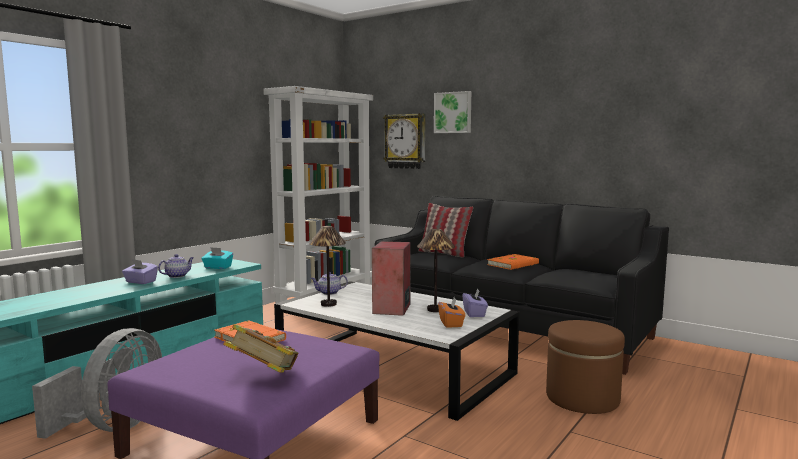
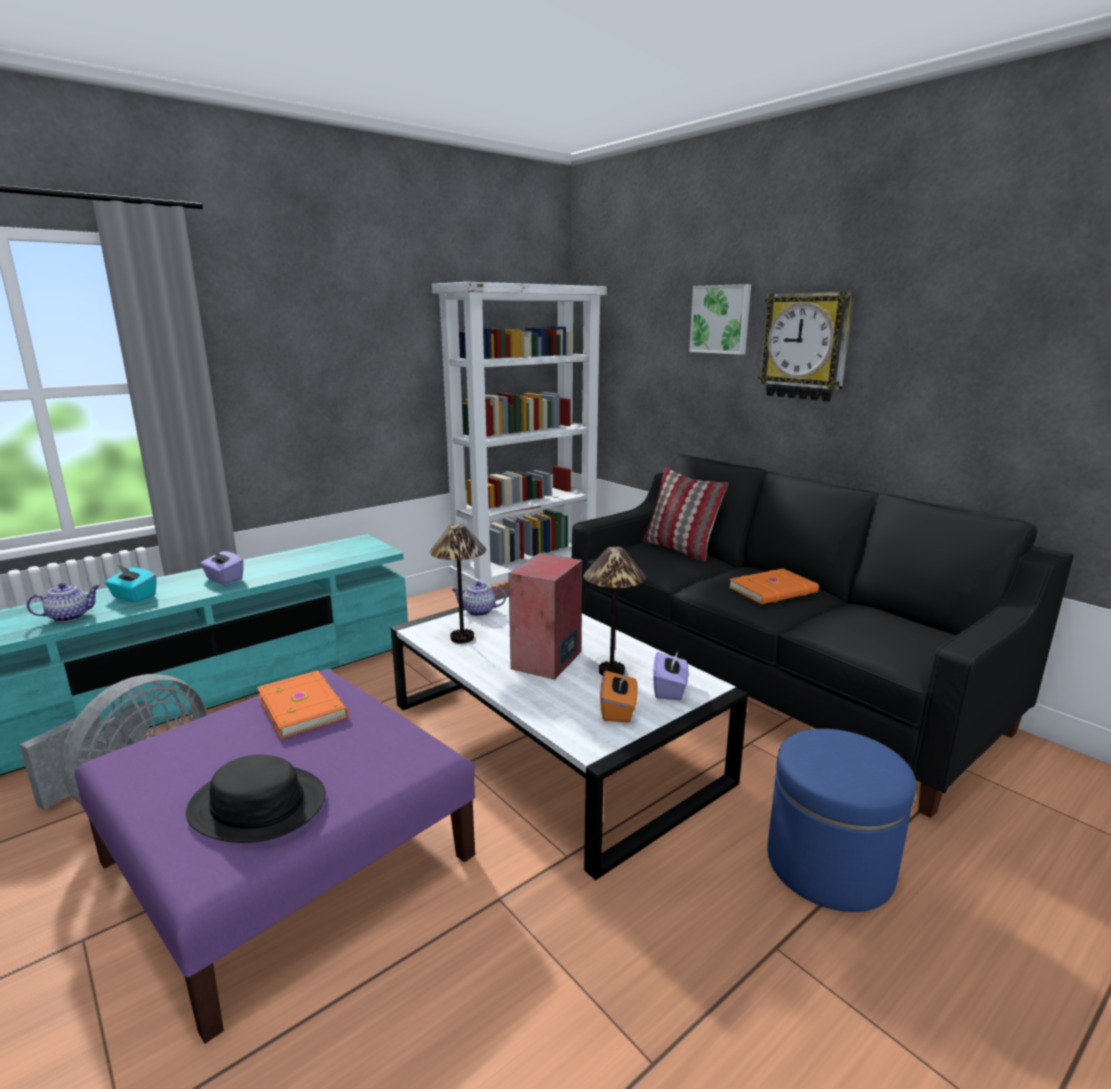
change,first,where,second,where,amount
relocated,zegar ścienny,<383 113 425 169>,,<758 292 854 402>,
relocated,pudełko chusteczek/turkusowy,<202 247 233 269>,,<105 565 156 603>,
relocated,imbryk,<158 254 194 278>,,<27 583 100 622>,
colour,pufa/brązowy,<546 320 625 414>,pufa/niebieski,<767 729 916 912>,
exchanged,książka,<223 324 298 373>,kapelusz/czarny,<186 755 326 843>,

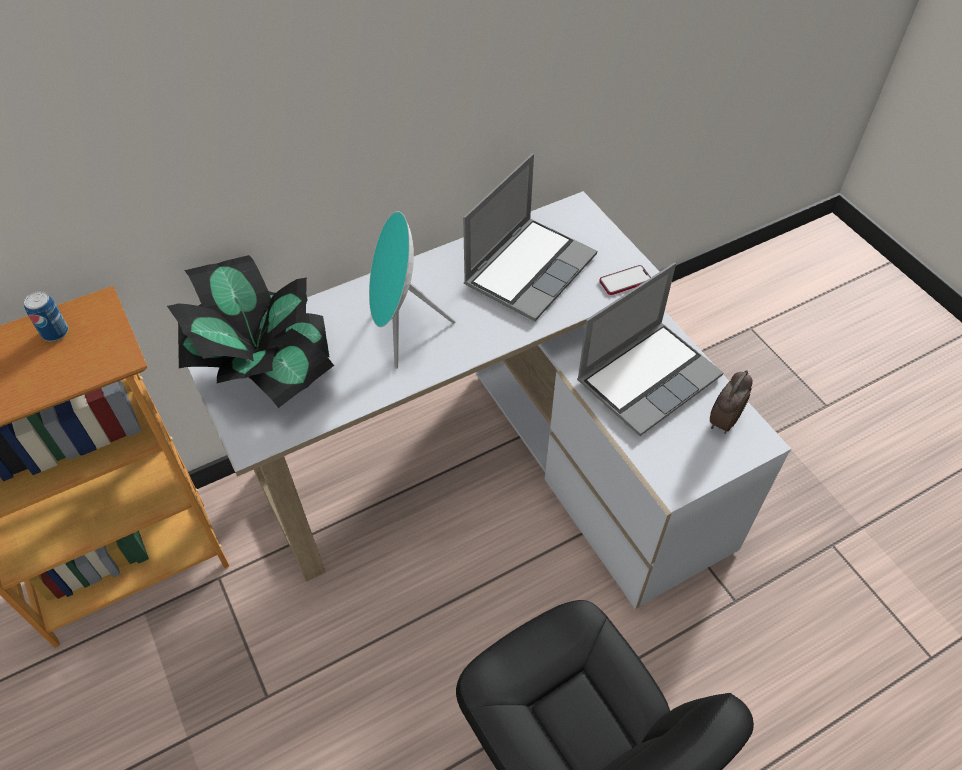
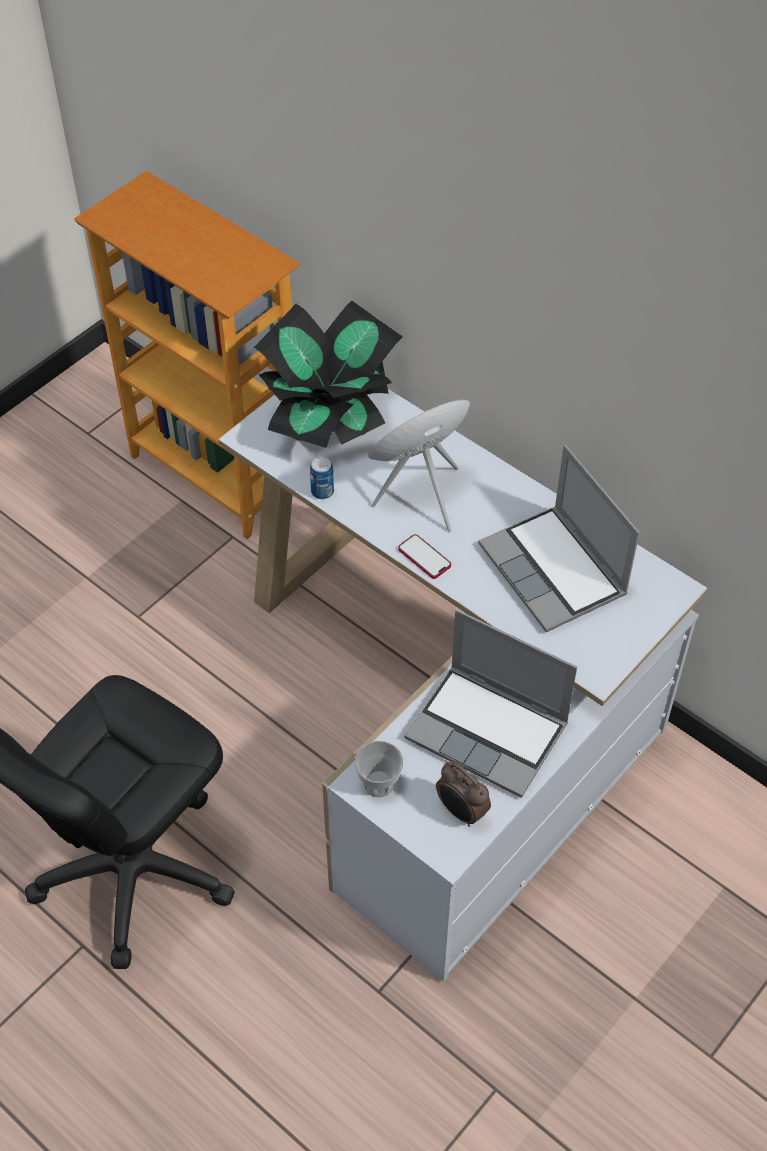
change,first,where,second,where,amount
spun,laptop,<463 153 597 321>,,<479 445 640 632>,45 degrees clockwise
relocated,telefon,<599 265 651 295>,,<398 534 451 579>,
relocated,puszka,<24 291 68 341>,,<310 457 334 499>,
spun,budzik,<710 370 753 434>,,<436 761 491 827>,150 degrees counterclockwise
appeared,,,filiżanka,<355 741 403 797>,

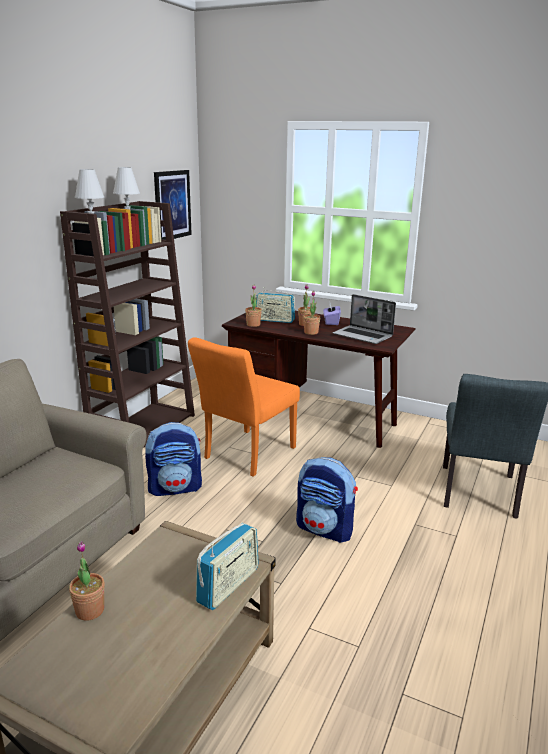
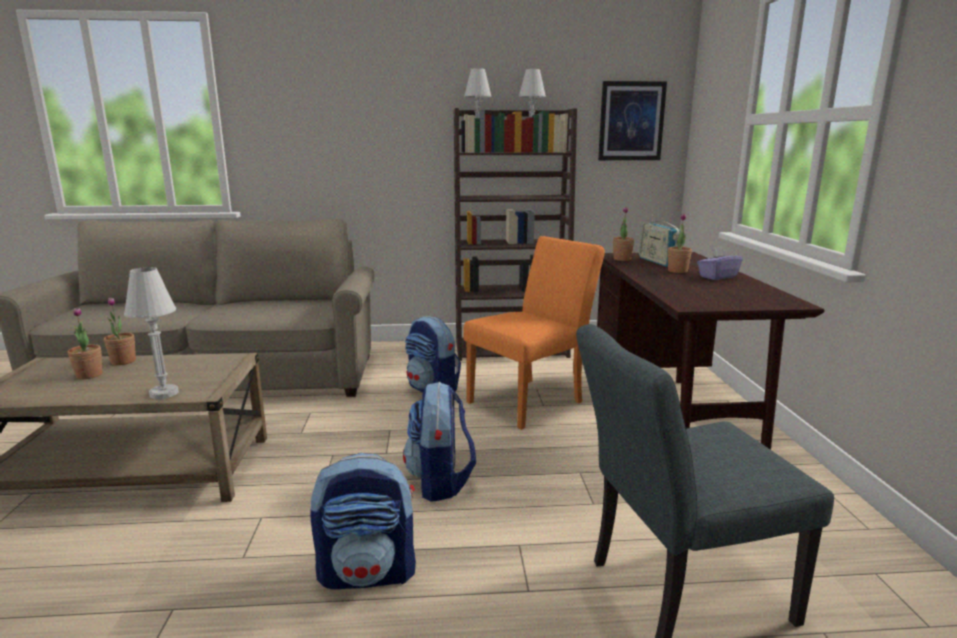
change,first,where,second,where,amount
relocated,roślina doniczkowa,<303 291 320 335>,,<68 307 103 379>,
missing,laptop,<333 294 396 344>,,,
spun,krzesło/pomarańczowy,<188 337 300 477>,,<463 236 605 430>,135 degrees clockwise
exchanged,radio,<196 523 259 610>,lampa stołowa/biały,<124 267 179 399>,
appeared,,,plecak,<310 453 416 589>,

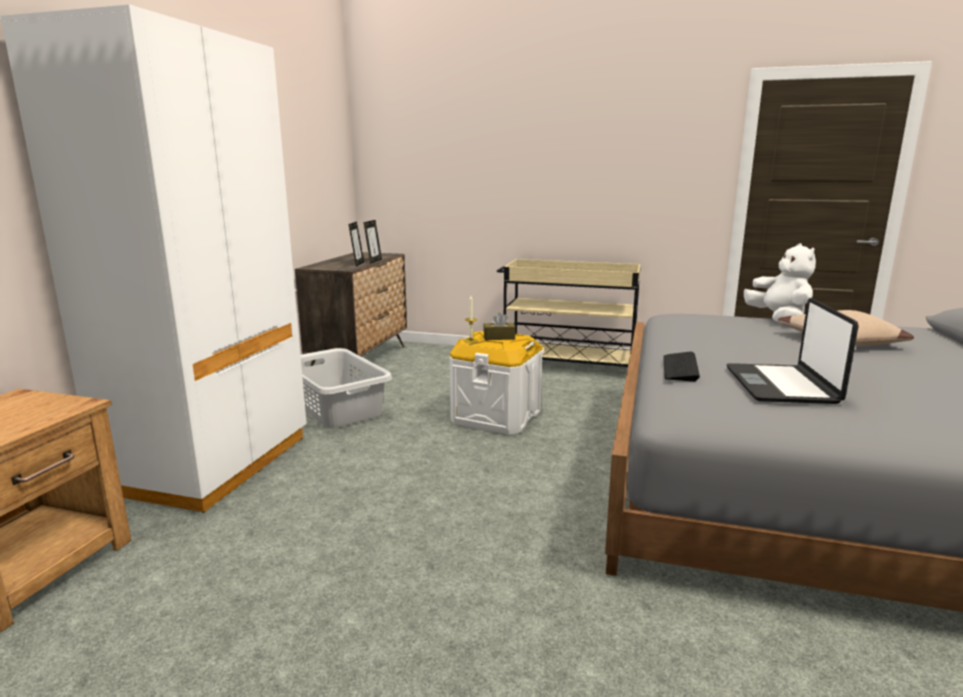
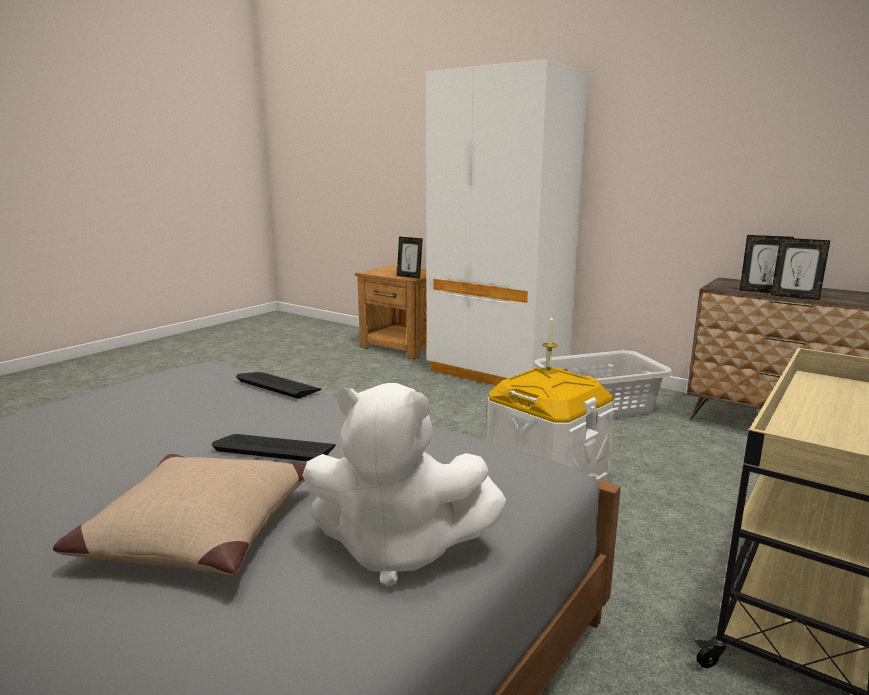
change,first,where,second,where,amount
missing,laptop,<727 298 859 404>,,,
missing,pudełko chusteczek/brązowy,<483 313 516 340>,,,
appeared,,,ramka na zdjęcie,<397 237 423 279>,
appeared,,,klawiatura,<212 434 336 461>,

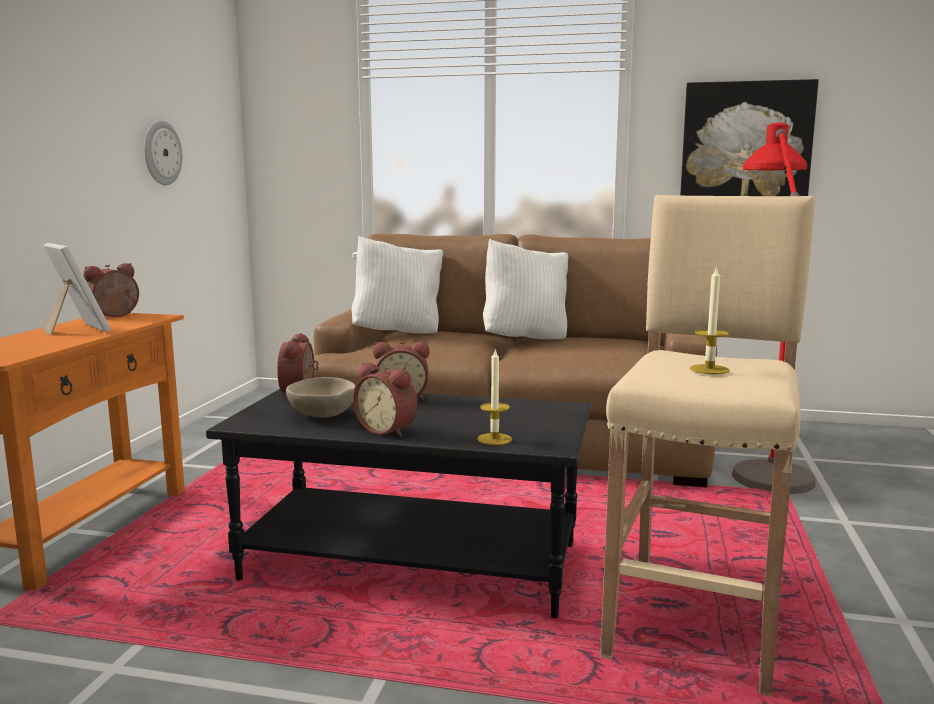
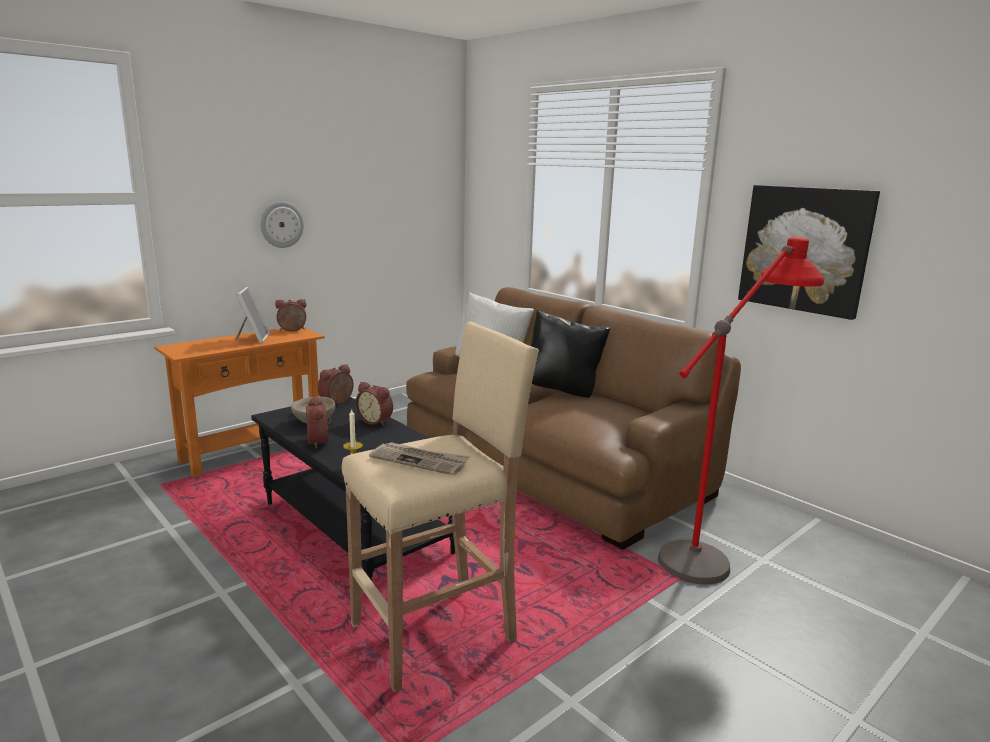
change,first,where,second,where,amount
relocated,zegar ścienny,<144 121 182 185>,,<260 201 304 248>,
colour,poduszka/biały,<483 239 568 339>,poduszka/czarny,<531 310 611 398>,
exchanged,świeca,<690 266 730 374>,gazeta,<369 442 470 475>,

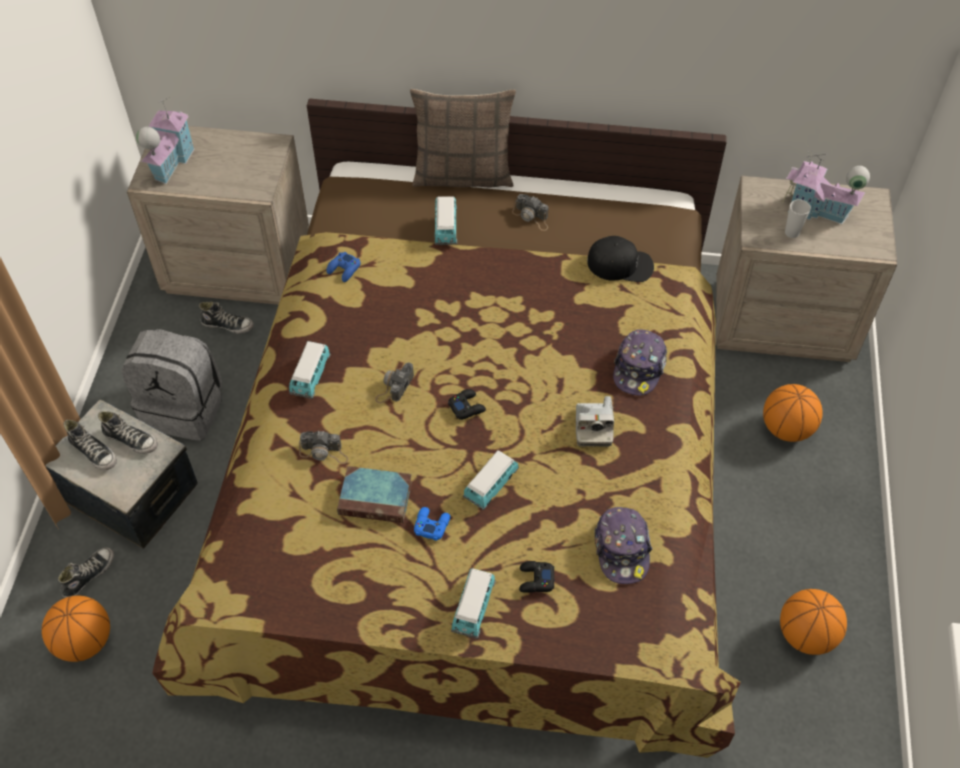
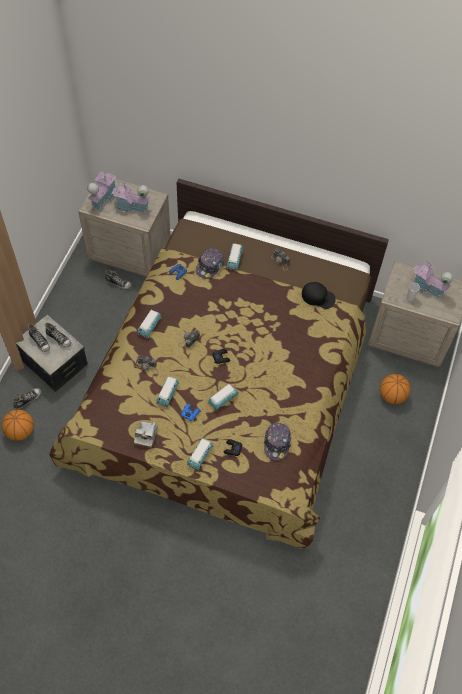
change,first,where,second,where,amount
missing,poduszka,<410 89 516 188>,,,
missing,plecak/szary,<122 329 222 441>,,,
relocated,czapka z daszkiem,<613 329 667 395>,,<196 248 224 279>,
relocated,aparat fotograficzny,<576 396 614 447>,,<134 421 158 448>,
exchanged,książka,<337 466 412 523>,samochodzik,<156 376 179 407>,
missing,piłka do koszykówki,<780 589 847 655>,,,
appeared,,,domek,<112 181 151 213>,

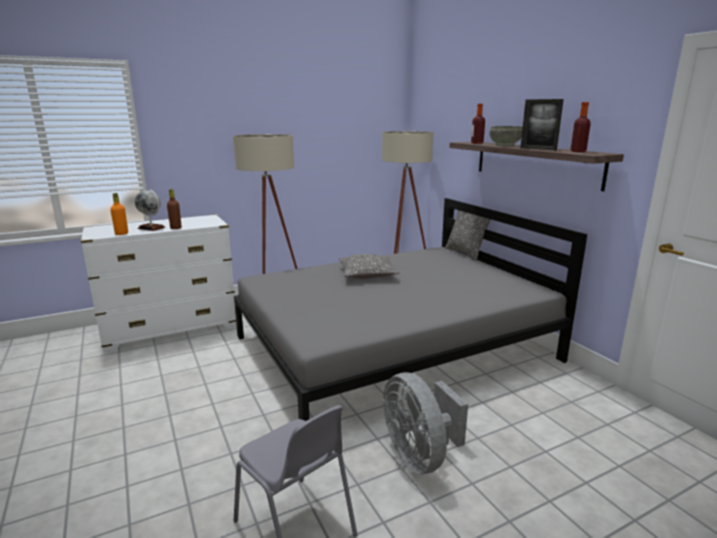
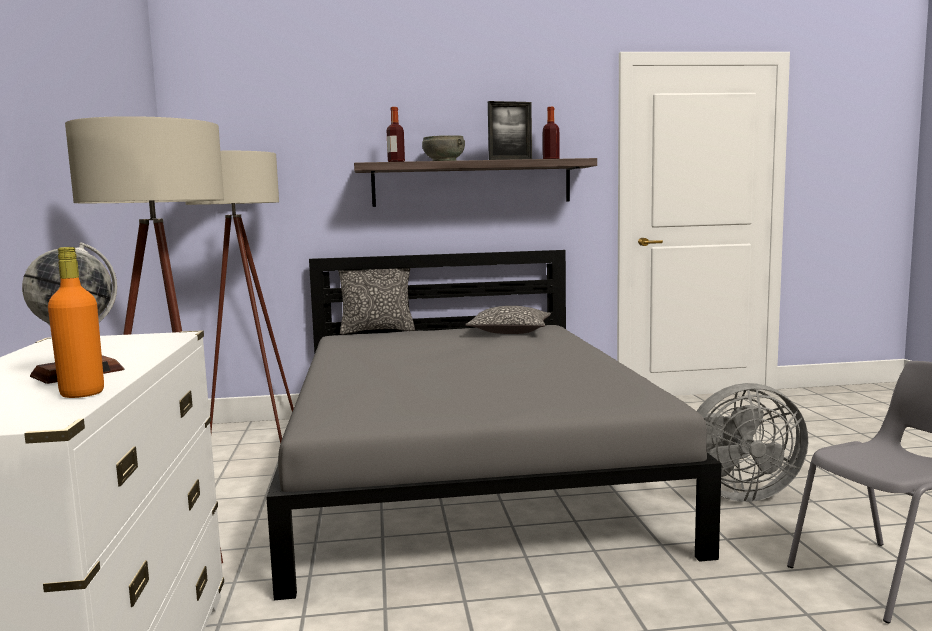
change,first,where,second,where,amount
missing,butelka/brązowy,<167 189 182 229>,,,
relocated,poduszka,<339 254 400 279>,,<465 306 551 334>,

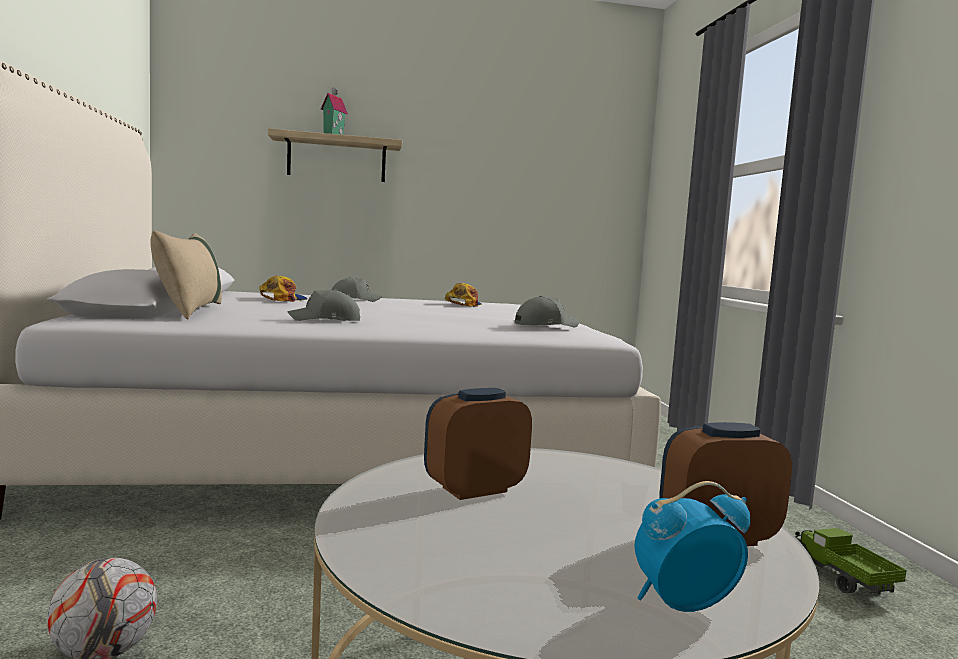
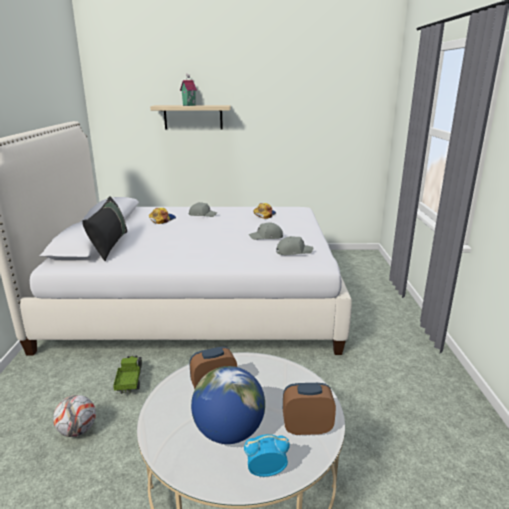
change,first,where,second,where,amount
colour,poduszka/beżowy,<150 231 222 320>,poduszka/czarny,<82 196 127 261>,
relocated,czapka z daszkiem/szary,<287 289 360 321>,,<249 223 283 240>,
relocated,ciężarówka zabawkowa,<795 528 907 594>,,<113 355 142 394>,
appeared,,,globus,<191 366 265 444>,

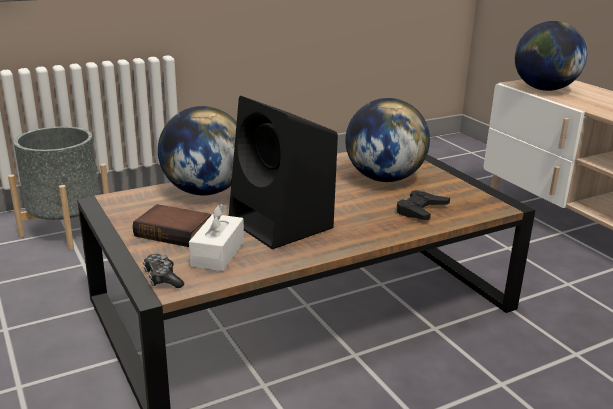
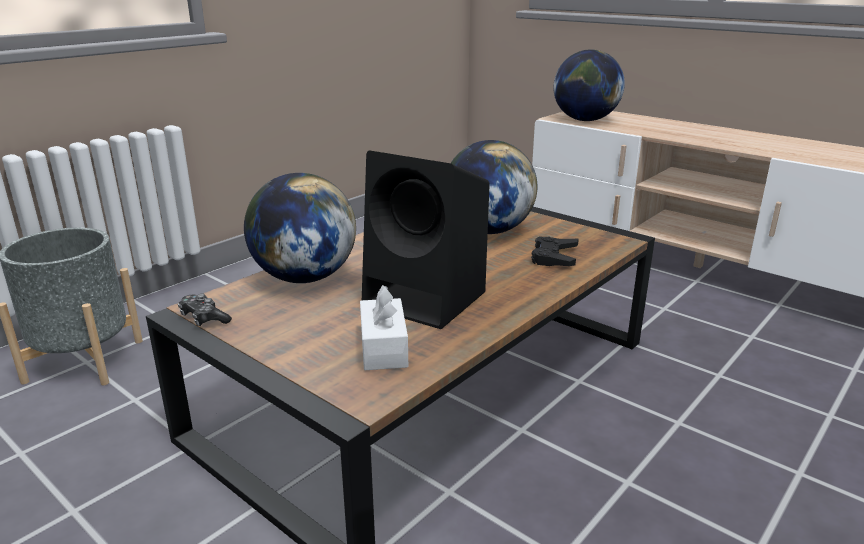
change,first,where,second,where,amount
missing,książka,<133 204 211 247>,,,
relocated,pad do gier,<143 254 184 288>,,<178 293 232 326>,

